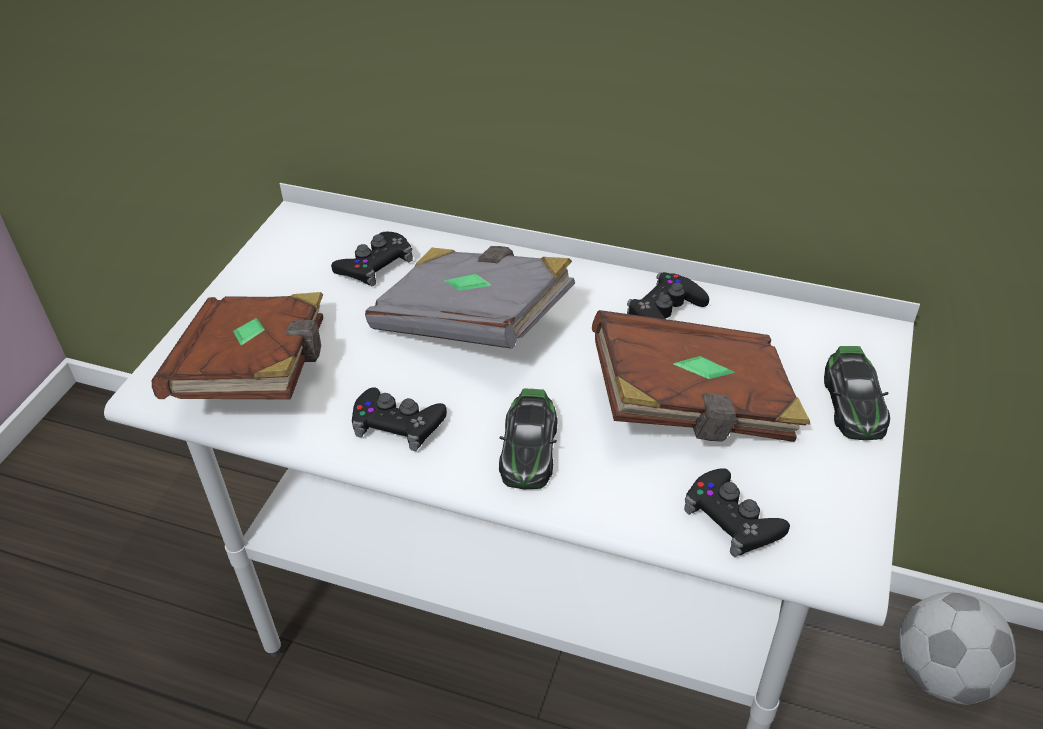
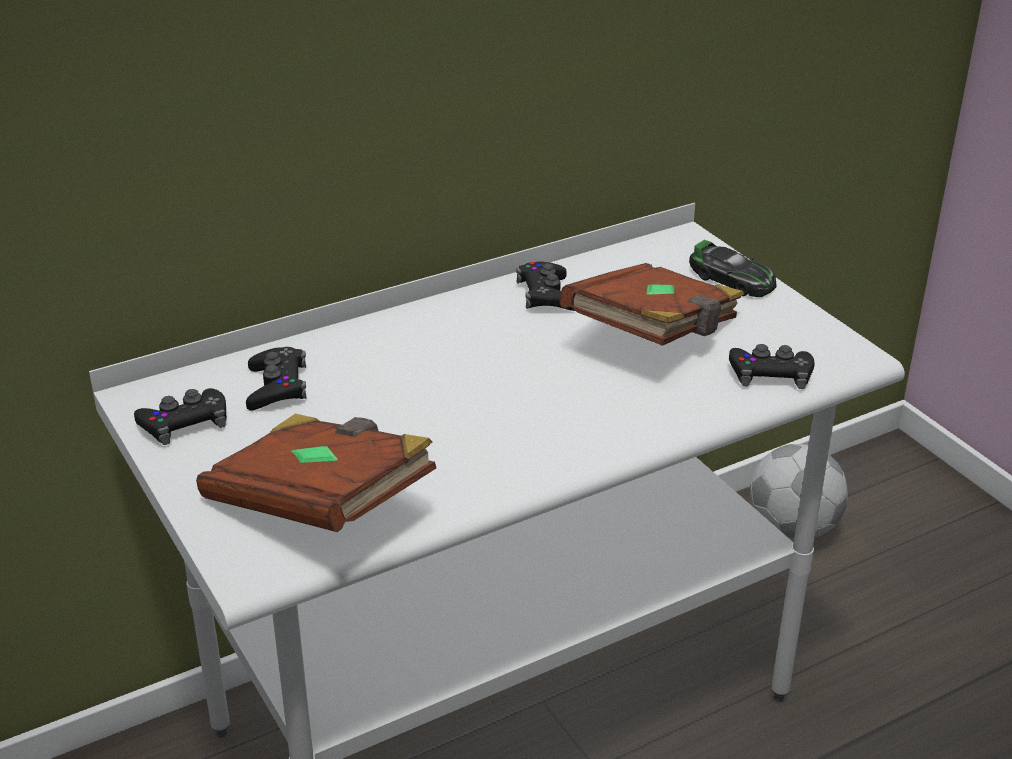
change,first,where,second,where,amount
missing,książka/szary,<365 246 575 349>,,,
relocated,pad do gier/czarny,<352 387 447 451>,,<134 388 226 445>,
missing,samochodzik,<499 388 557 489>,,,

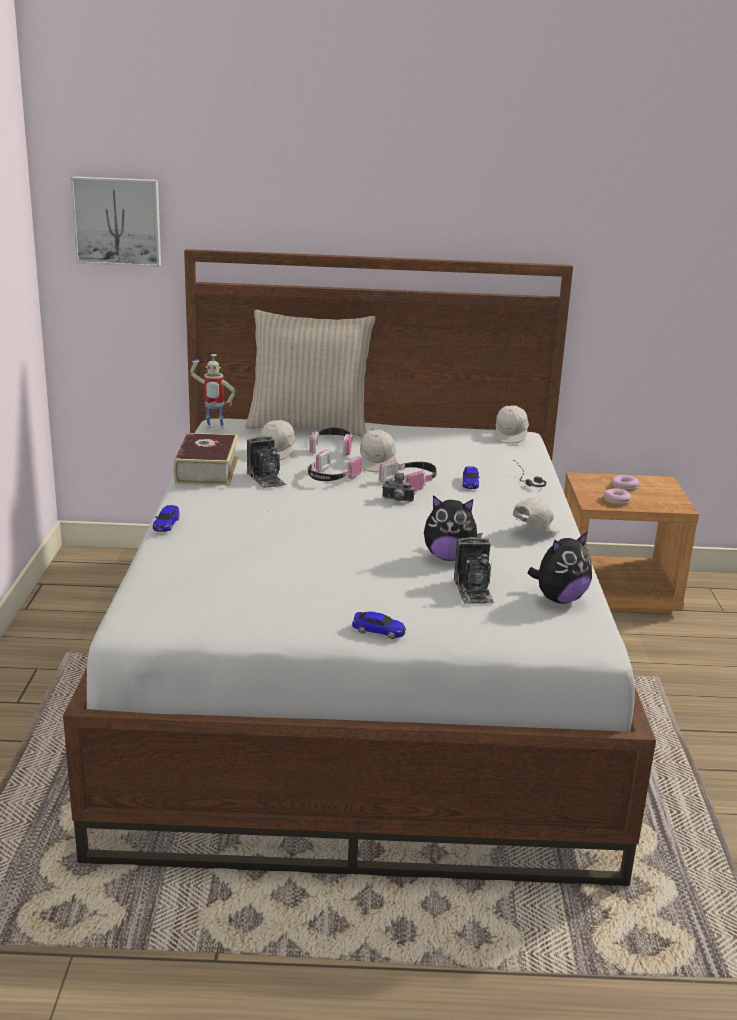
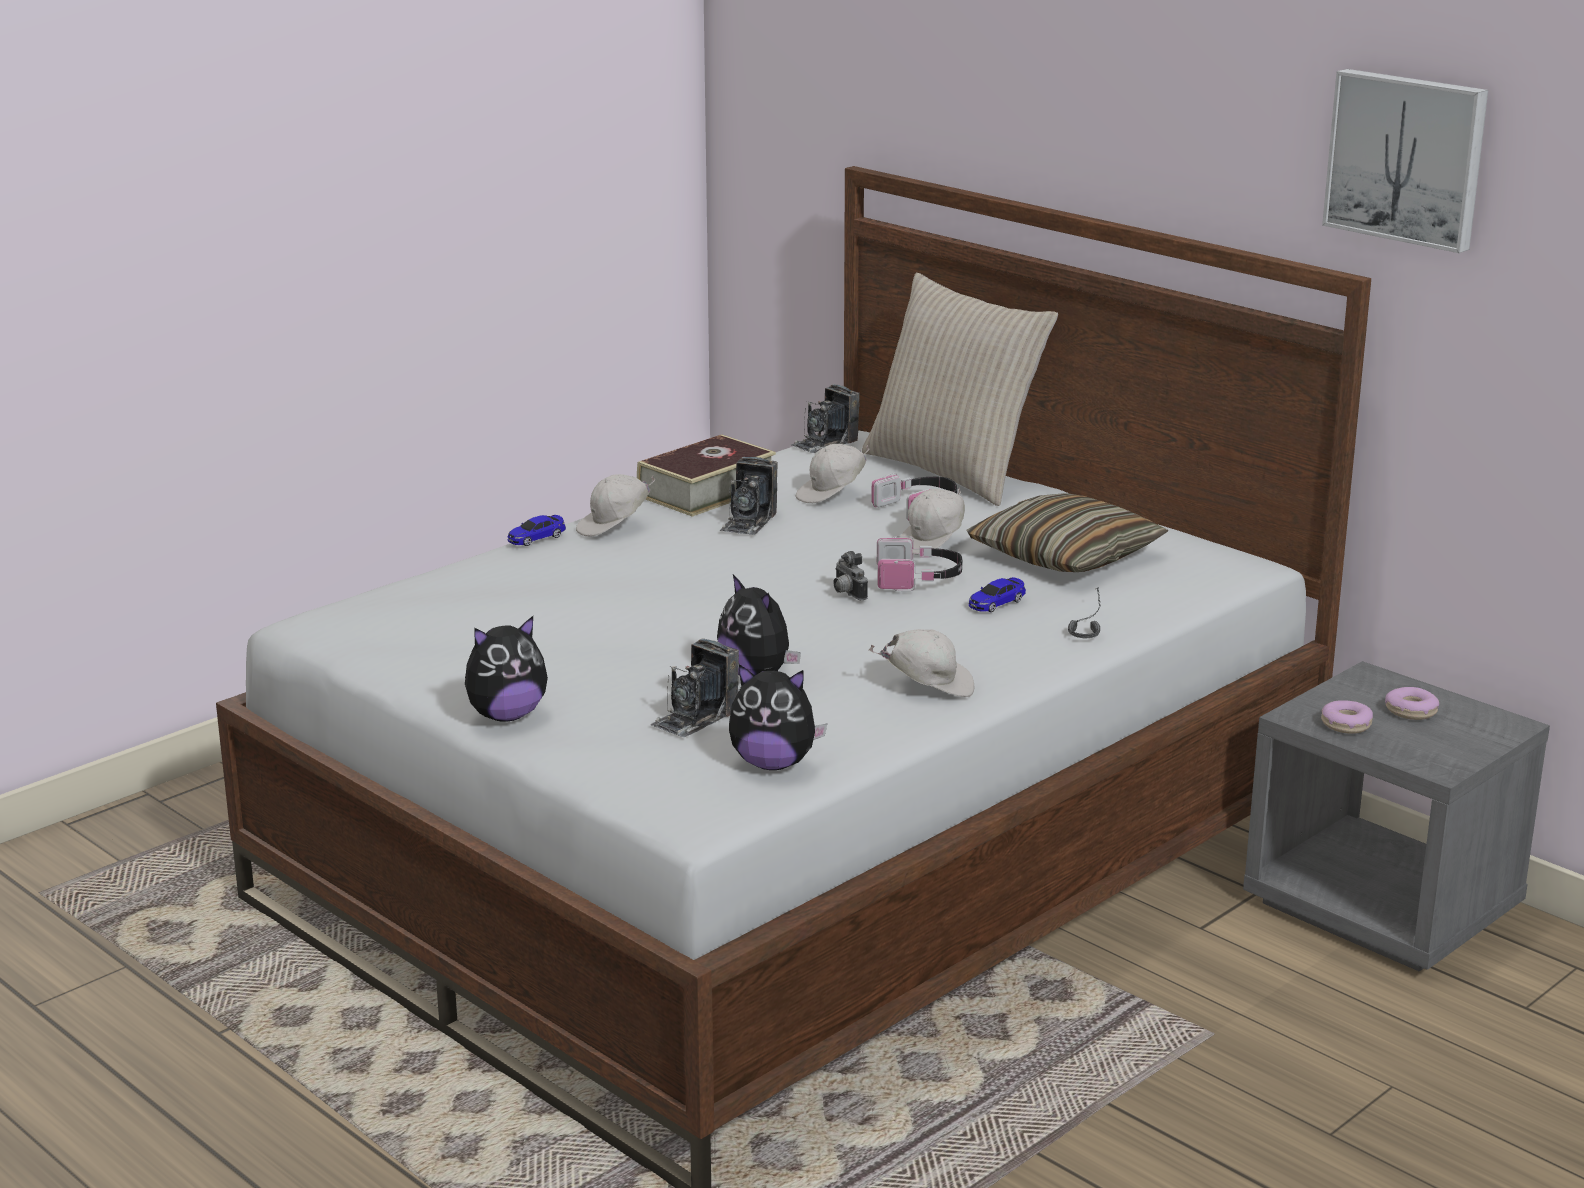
change,first,where,second,where,amount
relocated,obraz,<71 176 161 267>,,<1322 69 1488 253>,
exchanged,robot zabawkowy,<190 354 236 429>,aparat fotograficzny,<791 384 860 453>,
relocated,czapka z daszkiem/biały,<494 404 529 444>,,<576 474 655 537>,
missing,słuchawki,<307 449 362 481>,,,
colour,szafka nocna/brązowy,<564 472 699 614>,szafka nocna/szary,<1243 661 1550 972>,
exchanged,samochodzik,<352 612 406 639>,pluszak,<465 616 548 722>,
appeared,,,poduszka,<967 493 1169 572>,

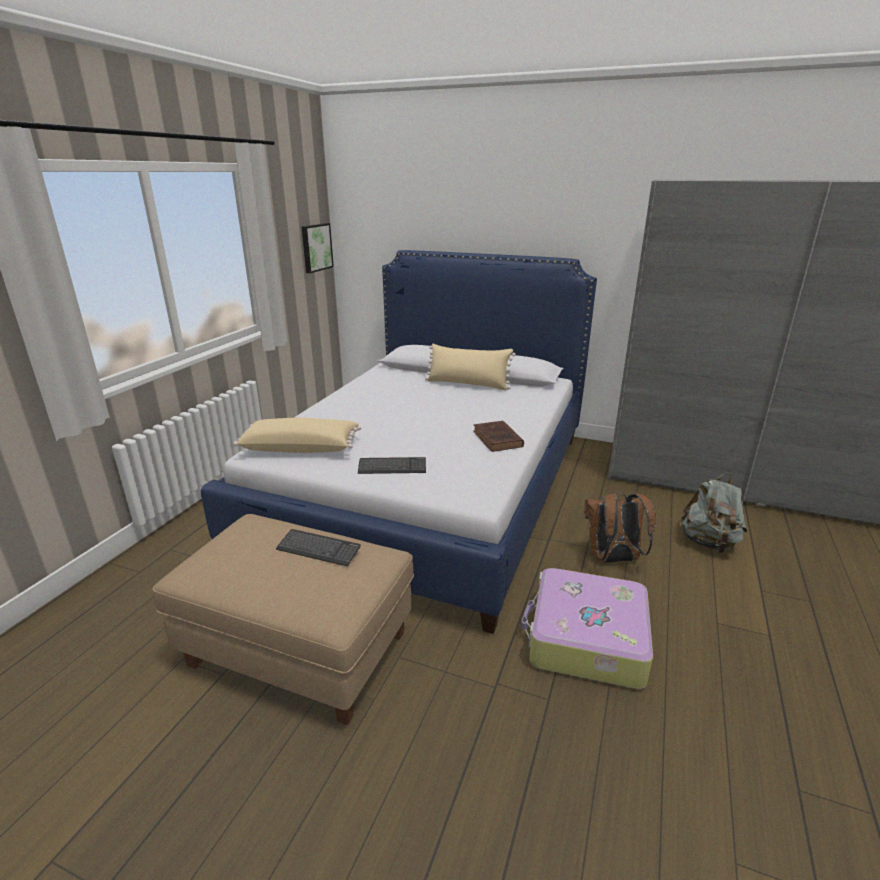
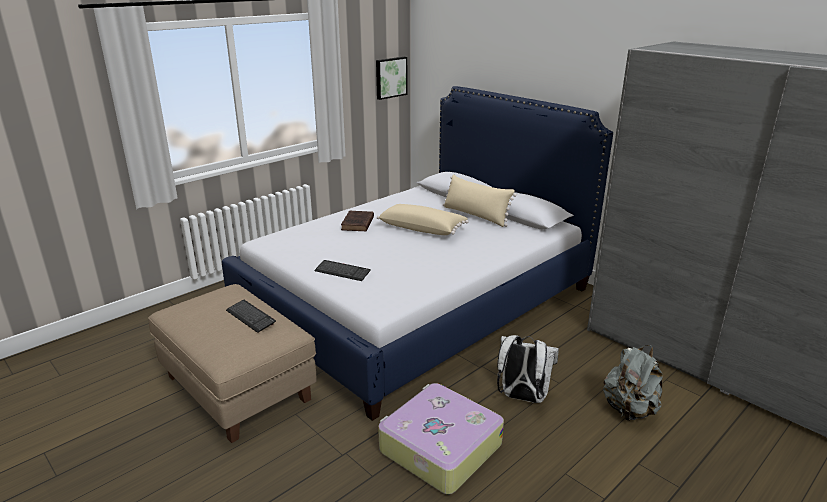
change,first,where,second,where,amount
relocated,poduszka/beżowy,<233 418 362 453>,,<377 204 469 235>,
relocated,książka/brązowy,<473 421 524 452>,,<341 211 374 232>,
colour,plecak/brązowy,<584 492 656 563>,plecak/biały,<497 335 559 403>,

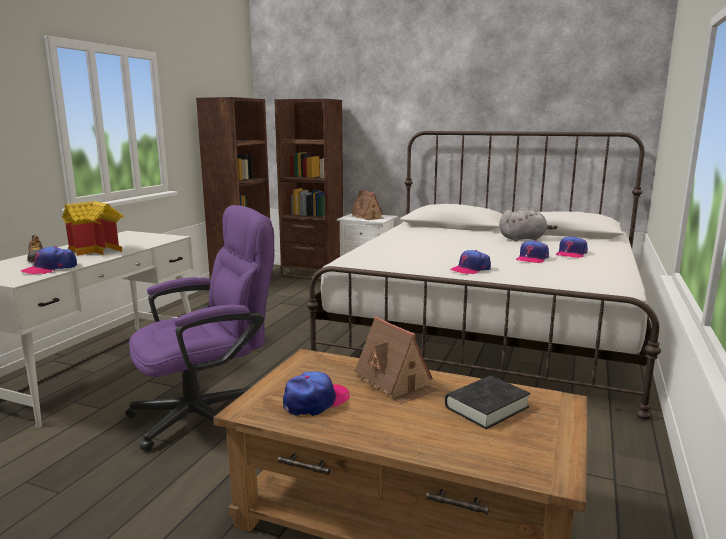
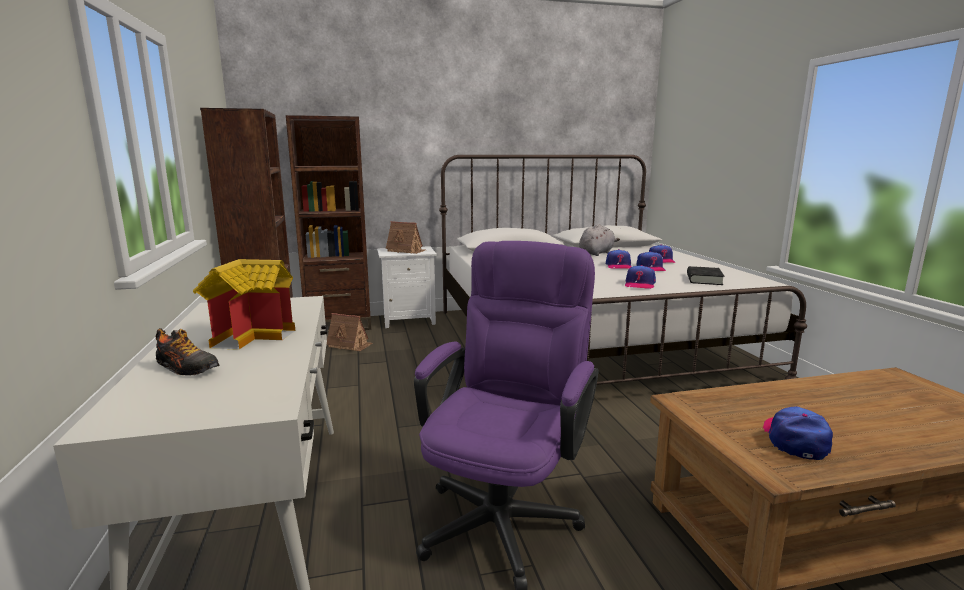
change,first,where,second,where,amount
relocated,czapka z daszkiem,<21 246 77 275>,,<606 249 632 269>,
relocated,domek,<354 316 438 404>,,<327 313 373 351>,
relocated,książka/czarny,<445 376 530 429>,,<687 266 724 285>,

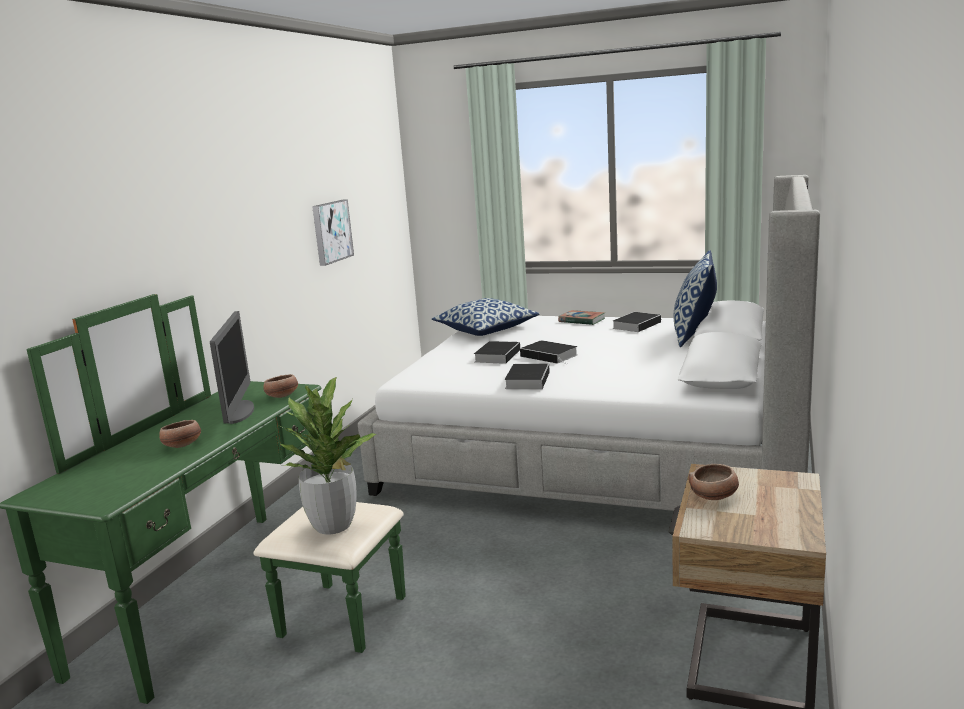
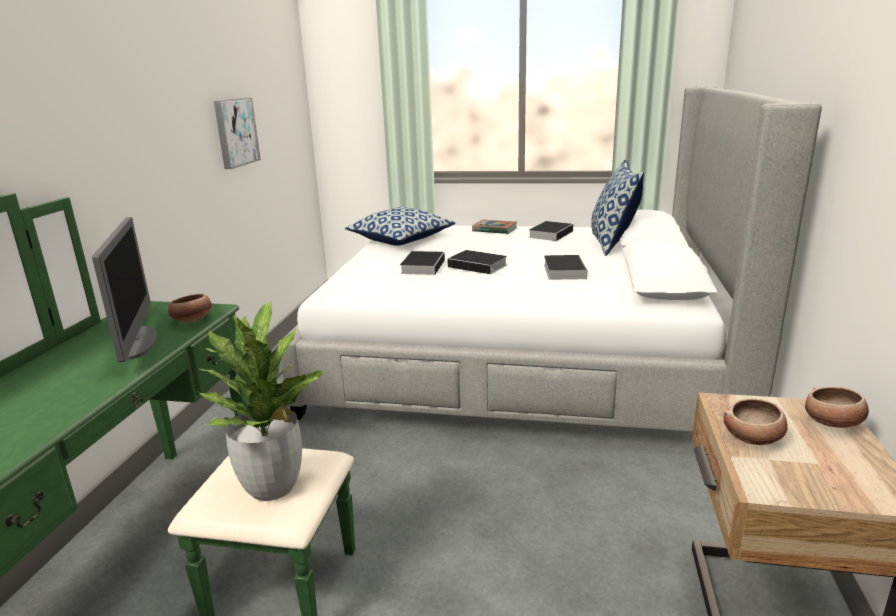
change,first,where,second,where,amount
relocated,książka,<504 364 550 389>,,<544 255 587 280>,
relocated,miska,<159 420 201 448>,,<805 386 869 428>,

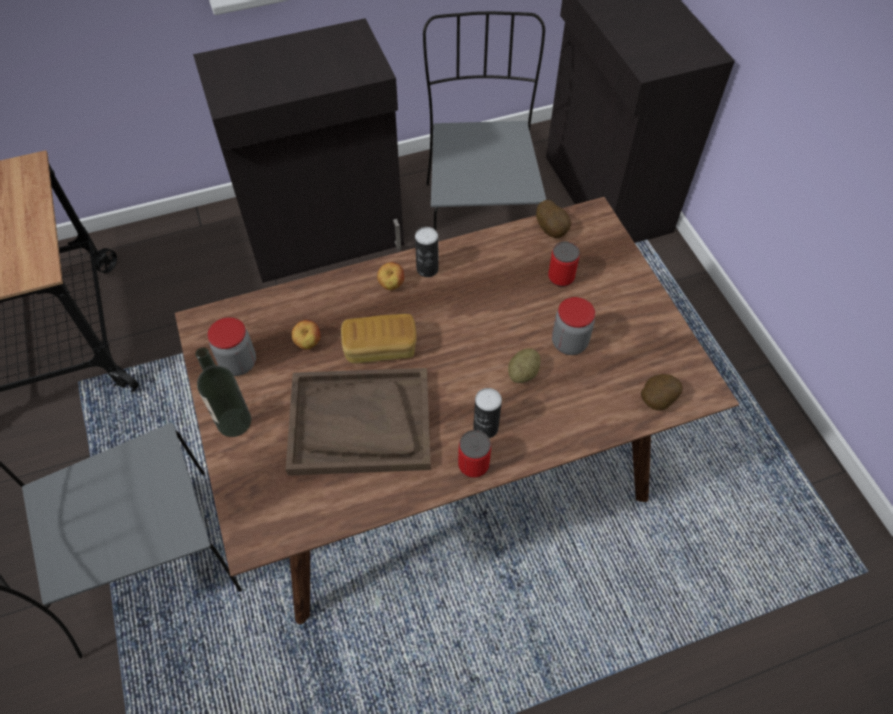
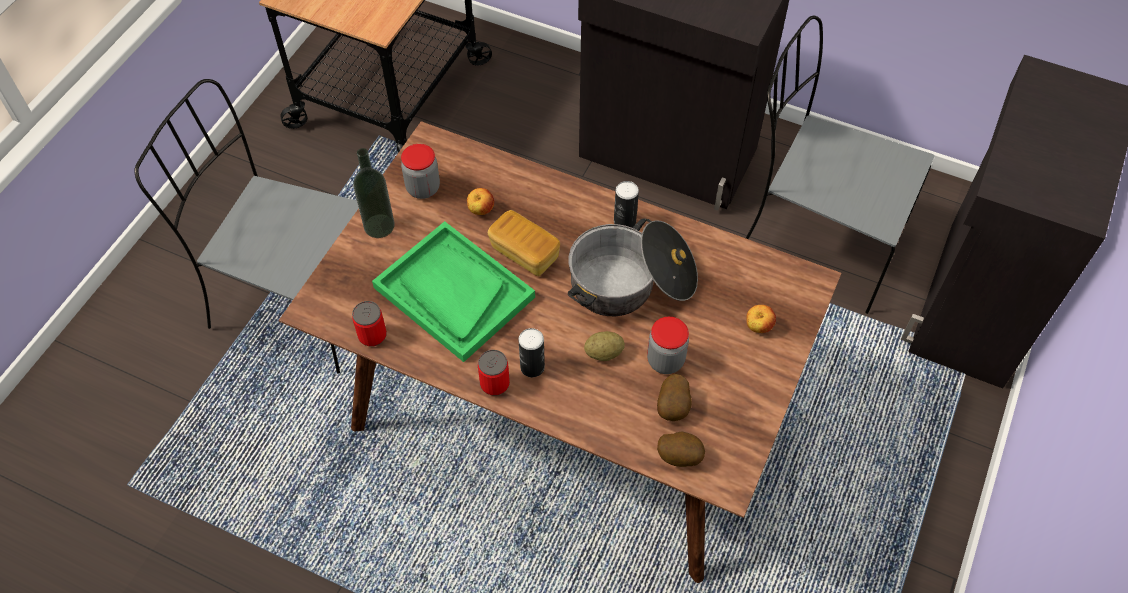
change,first,where,second,where,amount
spun,krzesło/szary,<423 11 546 230>,,<746 16 935 314>,105 degrees counterclockwise
relocated,ziemniak,<536 200 571 238>,,<657 374 692 421>,
relocated,puszka,<548 241 580 287>,,<352 301 387 347>,
relocated,jabłko,<377 262 404 290>,,<746 305 776 333>,
colour,taca/brązowy,<286 368 431 476>,taca/zielony,<372 221 535 362>,
appeared,,,garnek,<568 218 698 316>,

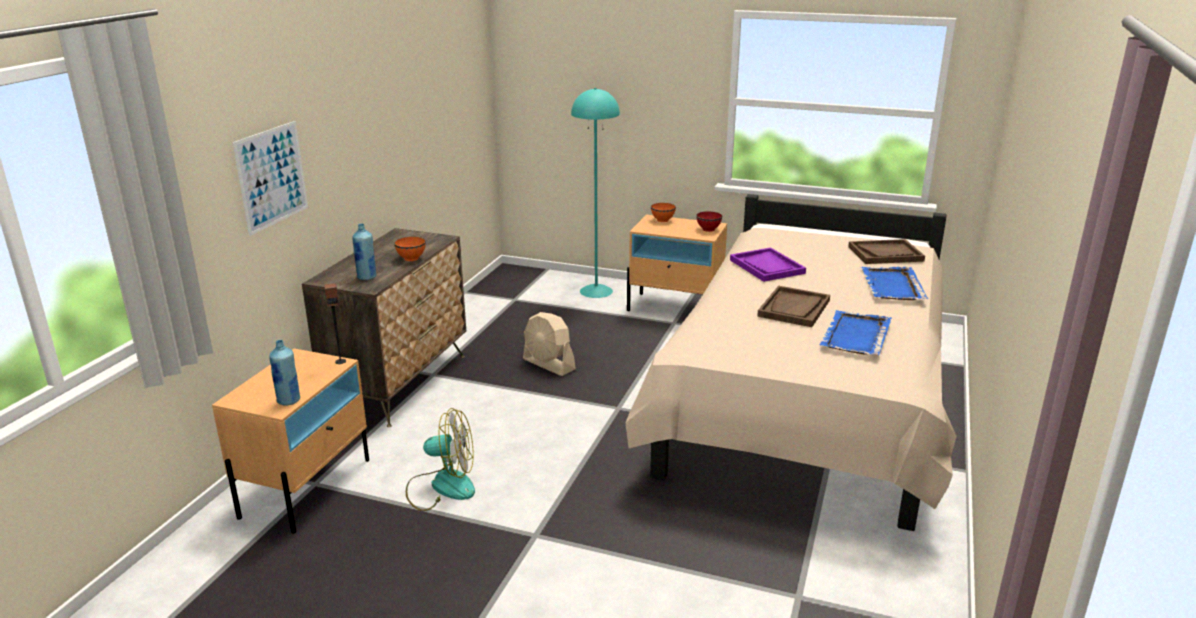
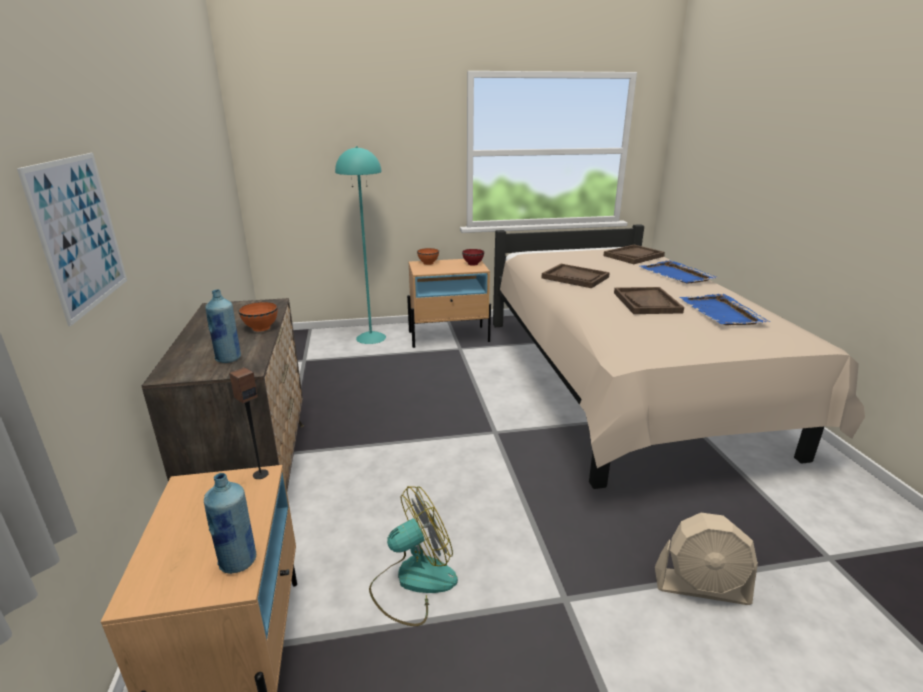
change,first,where,second,where,amount
colour,taca/fioletowy,<730 247 806 282>,taca/brązowy,<541 264 610 288>,
relocated,wentylator/beżowy,<523 312 576 376>,,<655 513 758 605>,

